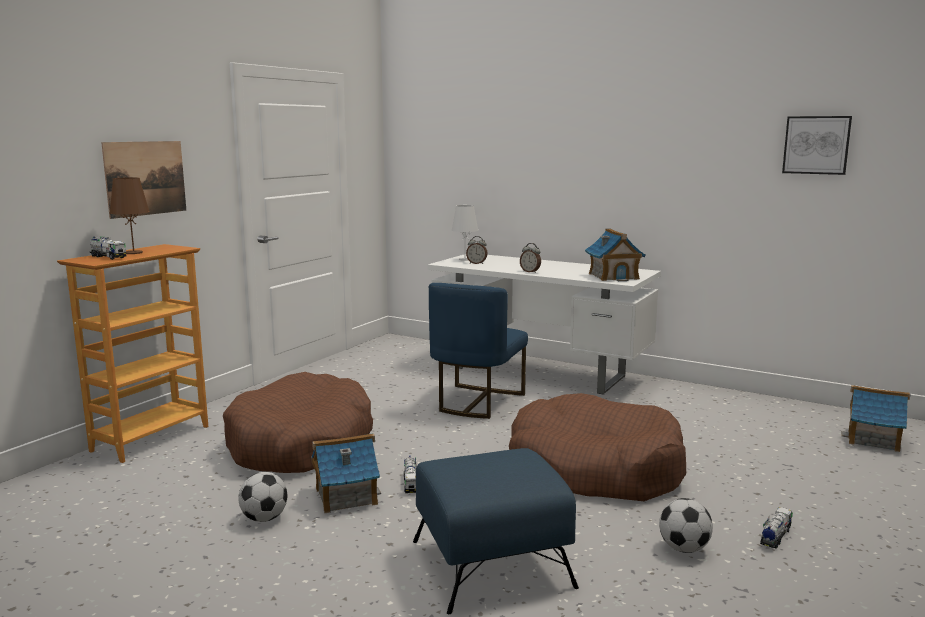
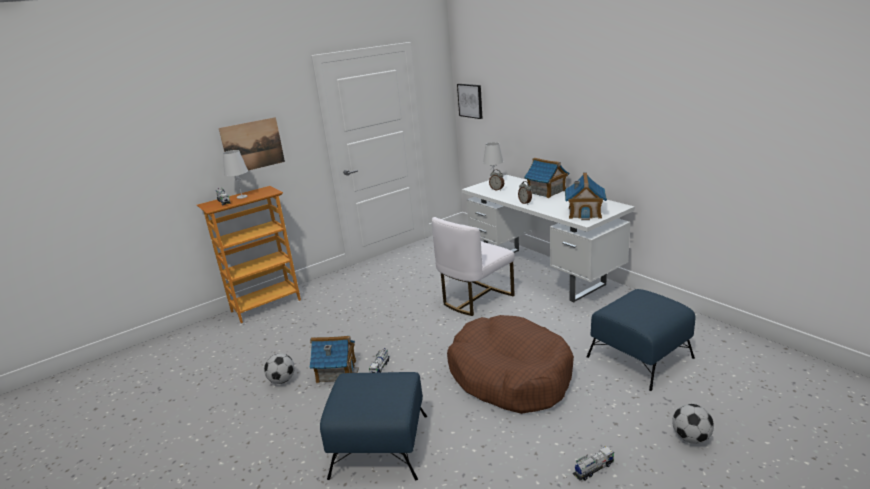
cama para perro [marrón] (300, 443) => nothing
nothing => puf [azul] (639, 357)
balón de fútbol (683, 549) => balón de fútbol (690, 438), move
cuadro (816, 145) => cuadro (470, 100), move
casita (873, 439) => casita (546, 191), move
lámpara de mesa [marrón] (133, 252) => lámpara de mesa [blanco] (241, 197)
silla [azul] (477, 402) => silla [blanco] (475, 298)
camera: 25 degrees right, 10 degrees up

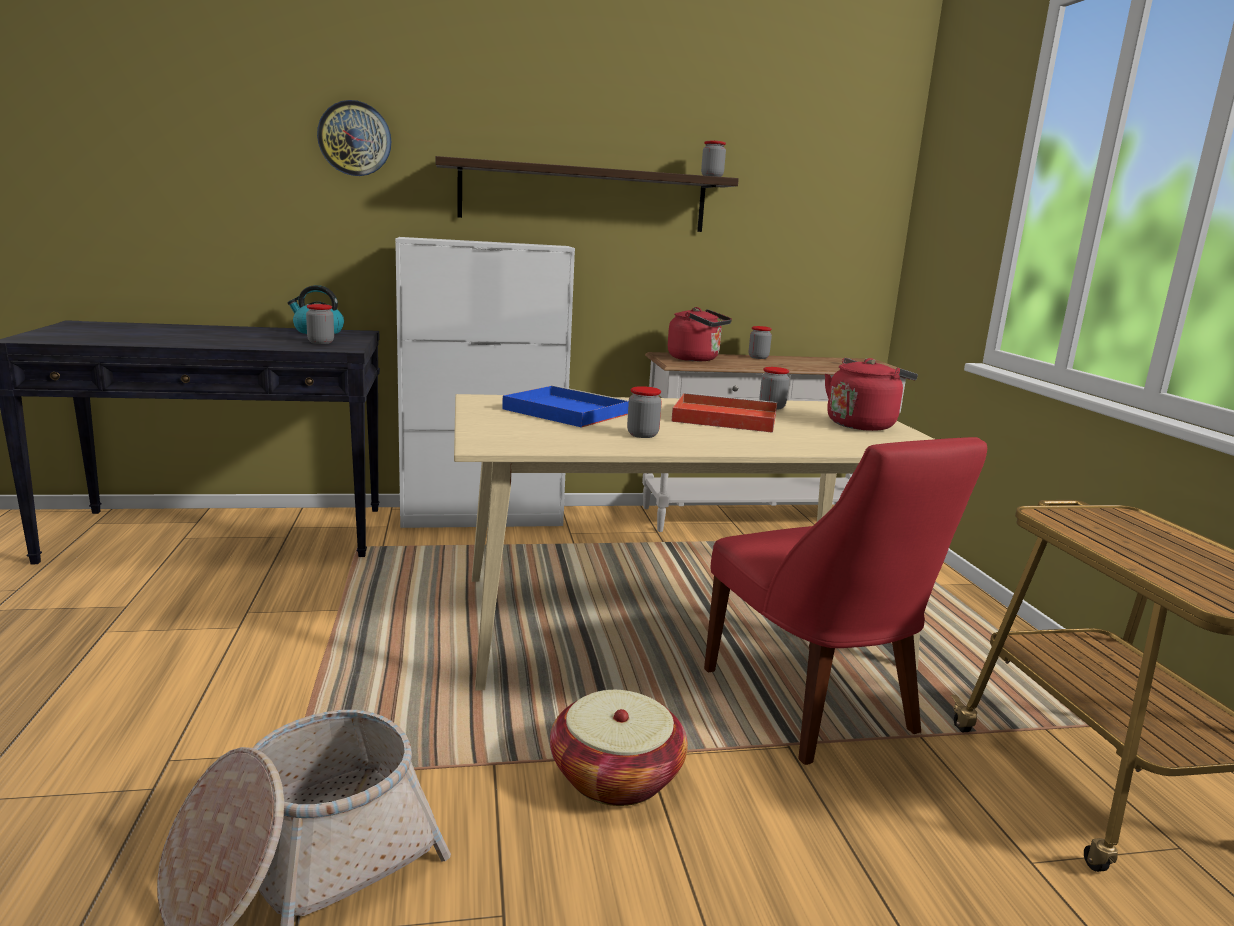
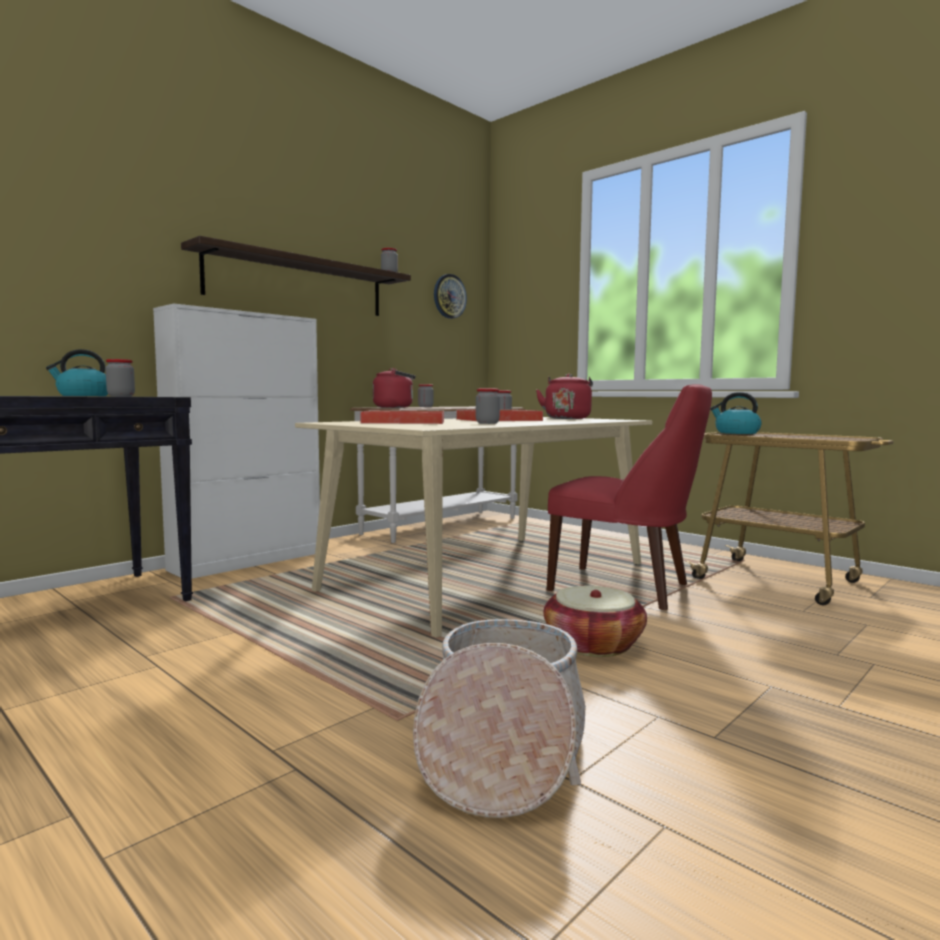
nothing => hervidor (736, 433)
reloj de pared (355, 138) => reloj de pared (449, 296), move
bandeja [azul] (563, 411) => bandeja [rojo] (402, 422)
camera: 35 degrees left, 10 degrees down

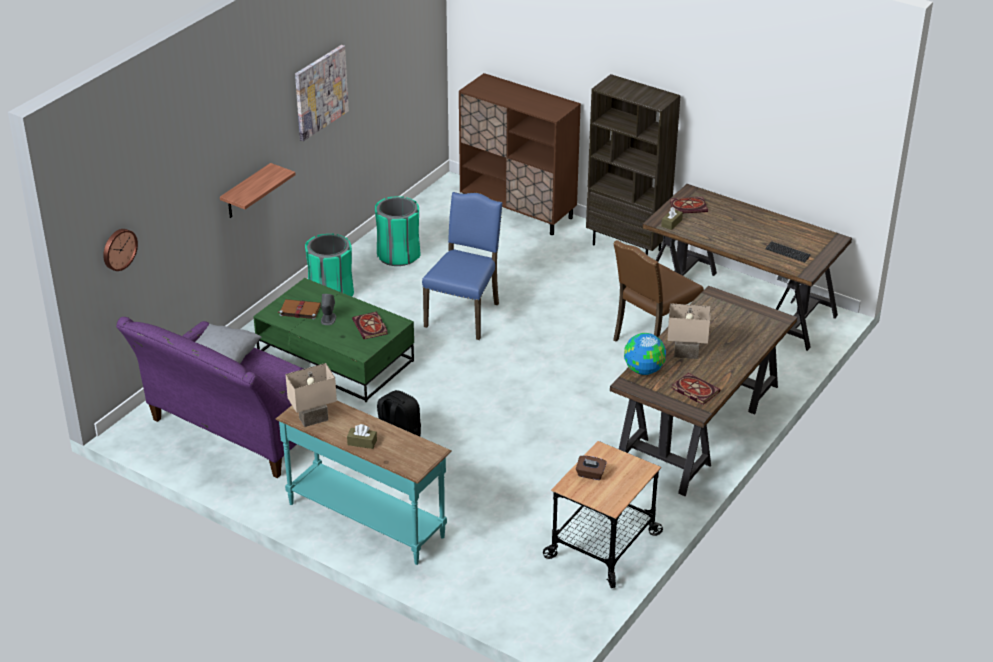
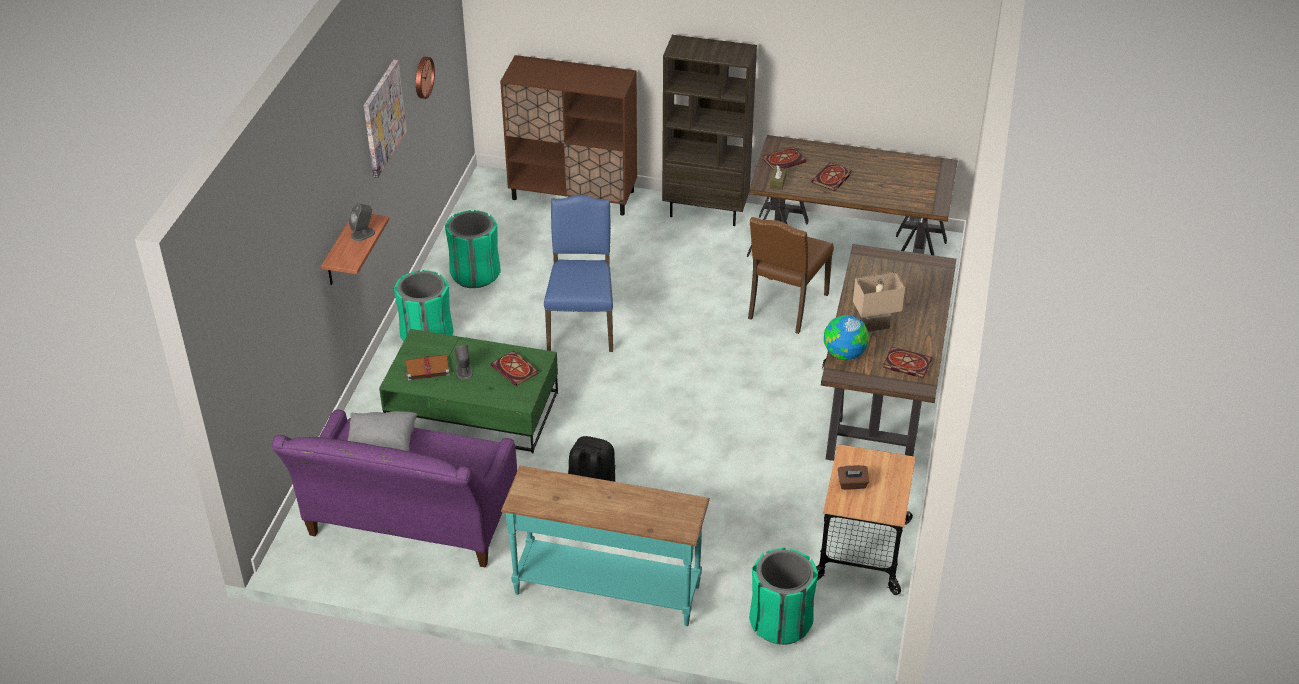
lámpara de mesa [beis] (313, 418) => nothing
caja de pañuelos [marrón] (362, 442) => nothing
teclado (787, 252) => nothing
nothing => altavoz [gris] (363, 234)
nothing => papelera [verde] (781, 622)
nothing => libro (832, 179)
reloj de pared (118, 249) => reloj de pared (422, 77), move
camera: 20 degrees left, 5 degrees up

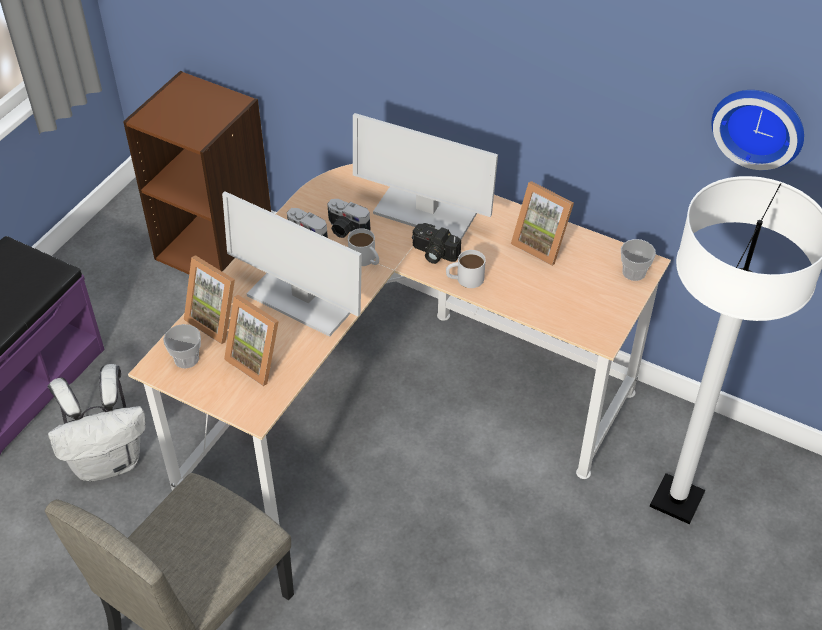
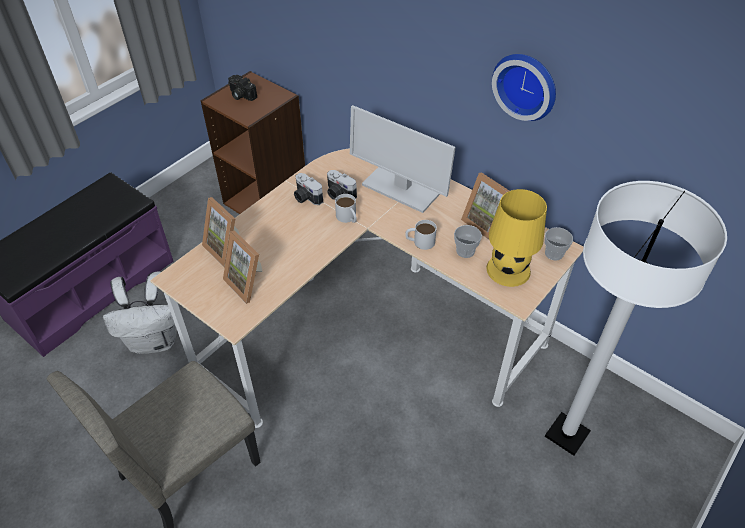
monitor (300, 300) => nothing
nothing => lámpara de mesa [amarillo] (508, 269)
taza (186, 359) => taza (465, 251), move
cámara (433, 253) => cámara (240, 95), move
reloj de pared (759, 125) => reloj de pared (526, 85), move
camera: 10 degrees right, 0 degrees up

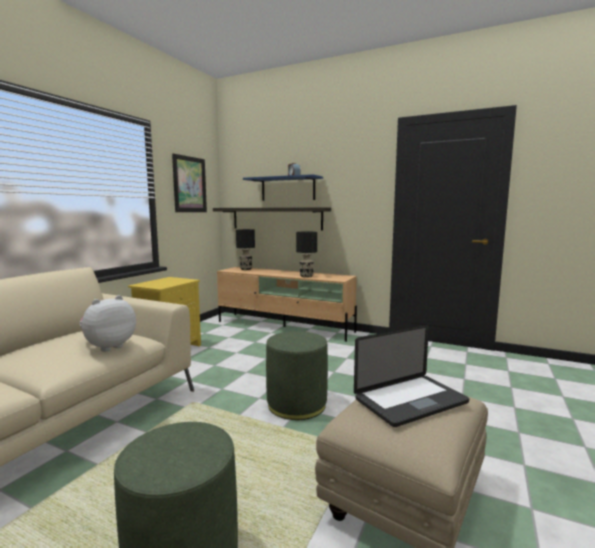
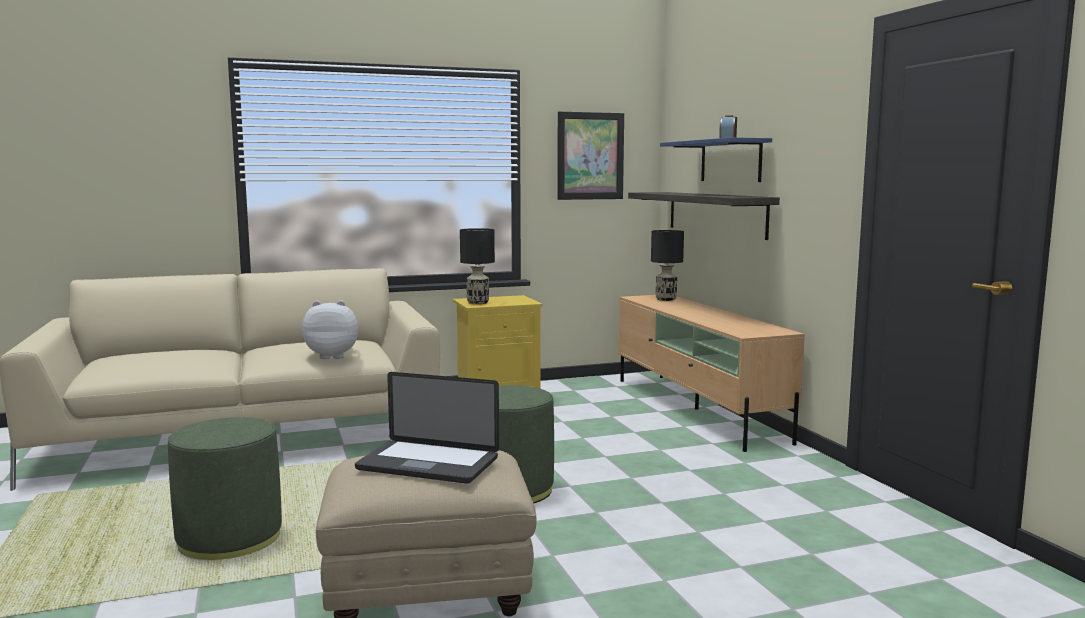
lámpara de mesa [negro] (306, 276) => lámpara de mesa [negro] (477, 303), move
camera: 45 degrees right, 0 degrees up

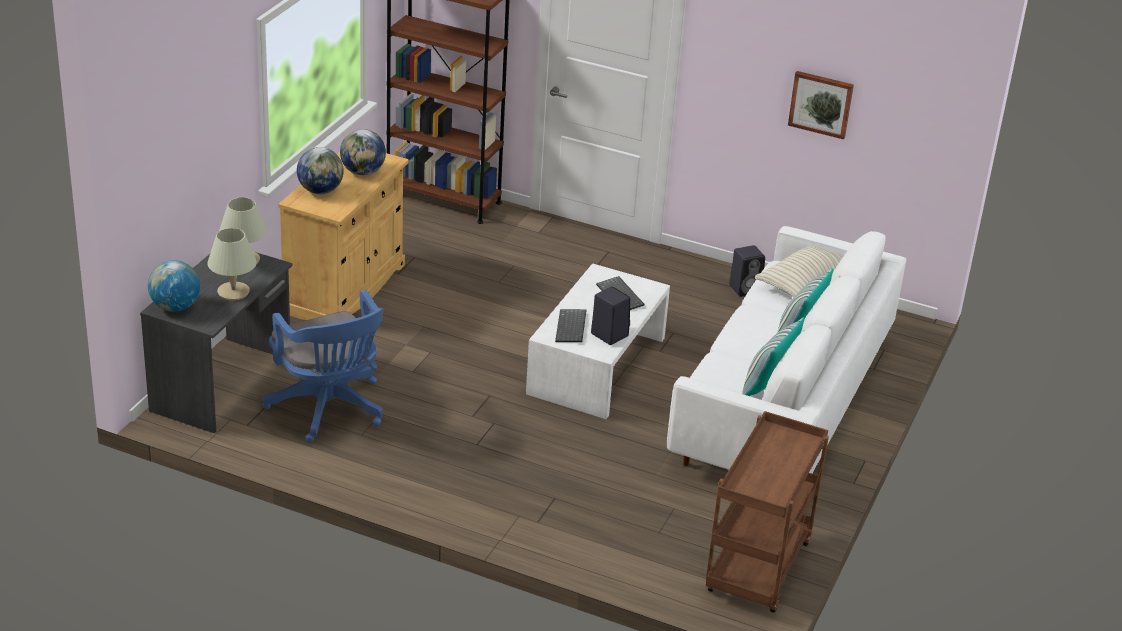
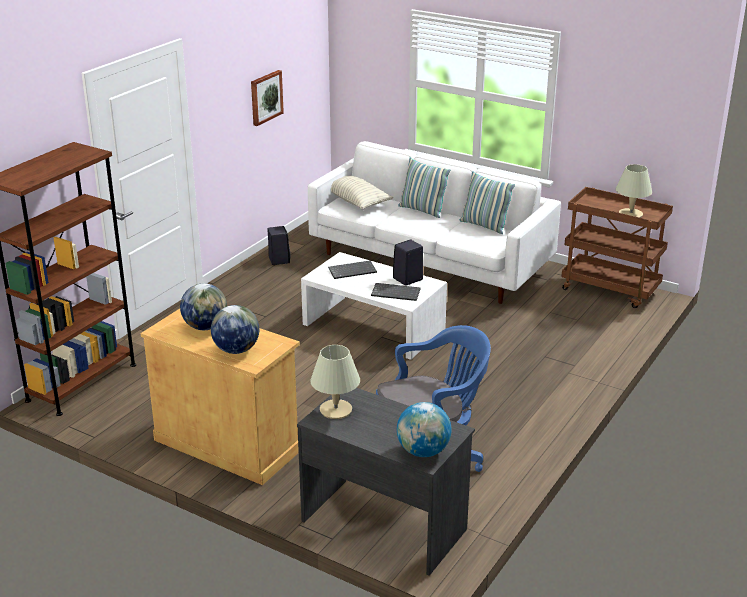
lámpara de mesa [beis] (234, 292) => lámpara de mesa [beis] (630, 214), move
camera: 80 degrees left, 5 degrees down

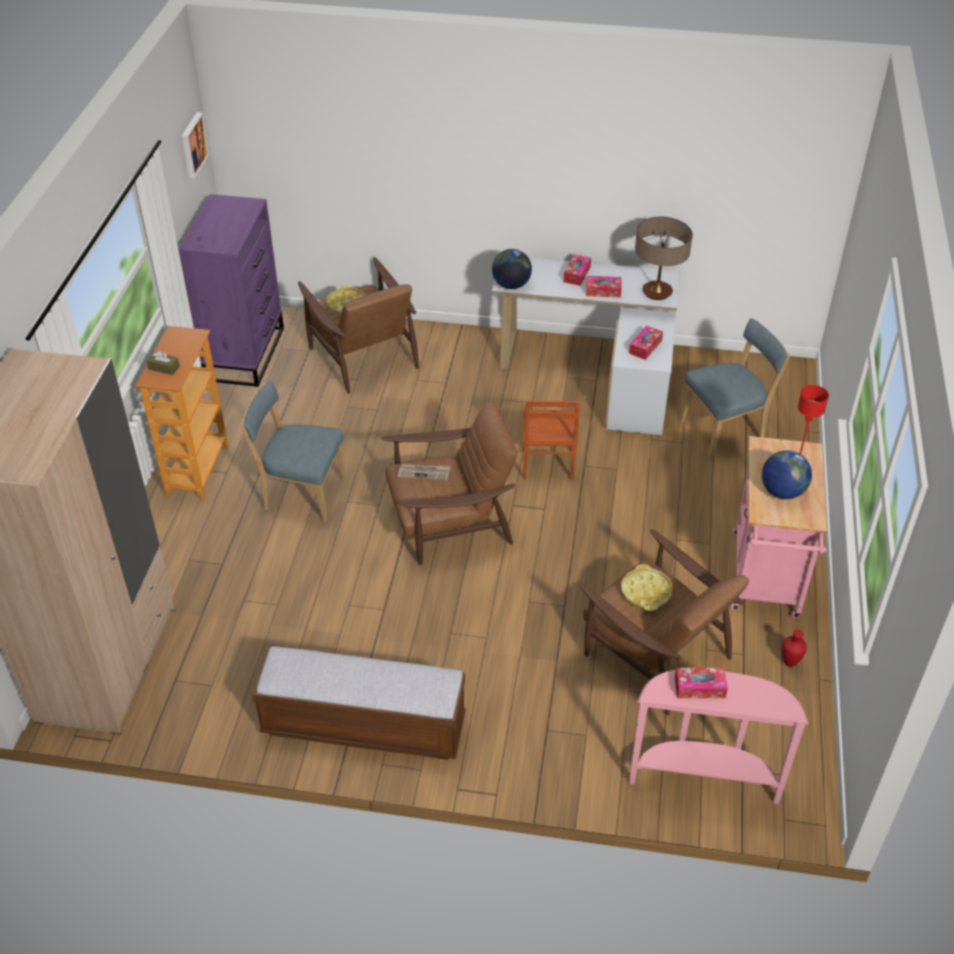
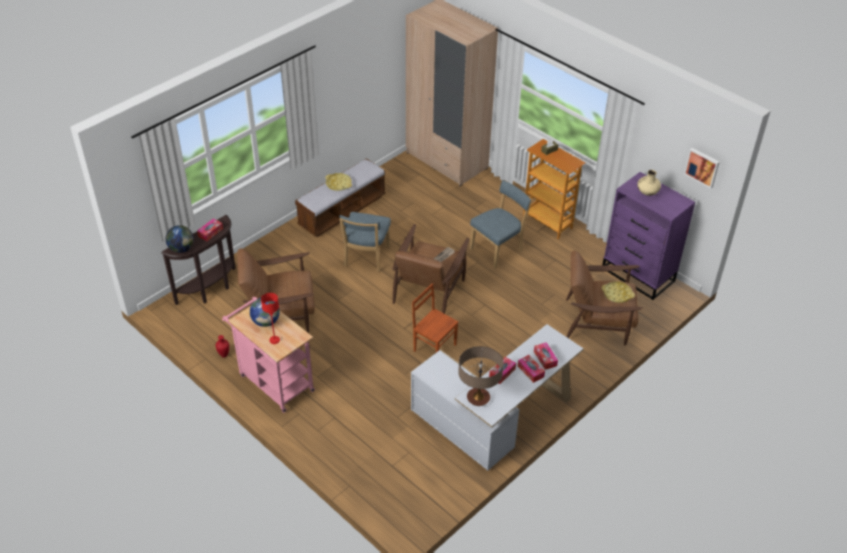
nothing => florero [beis] (647, 192)
globo terráqueo (511, 285) => globo terráqueo (181, 249), move
bandeja [amarillo] (646, 592) => bandeja [amarillo] (338, 184), move
caja de pañuelos (645, 347) => caja de pañuelos (545, 358), move
silla [azul] (725, 430) => silla [azul] (366, 257), move
mesa consola [rosa] (703, 776) => mesa consola [marrón] (211, 290)
camera: 125 degrees right, 0 degrees up

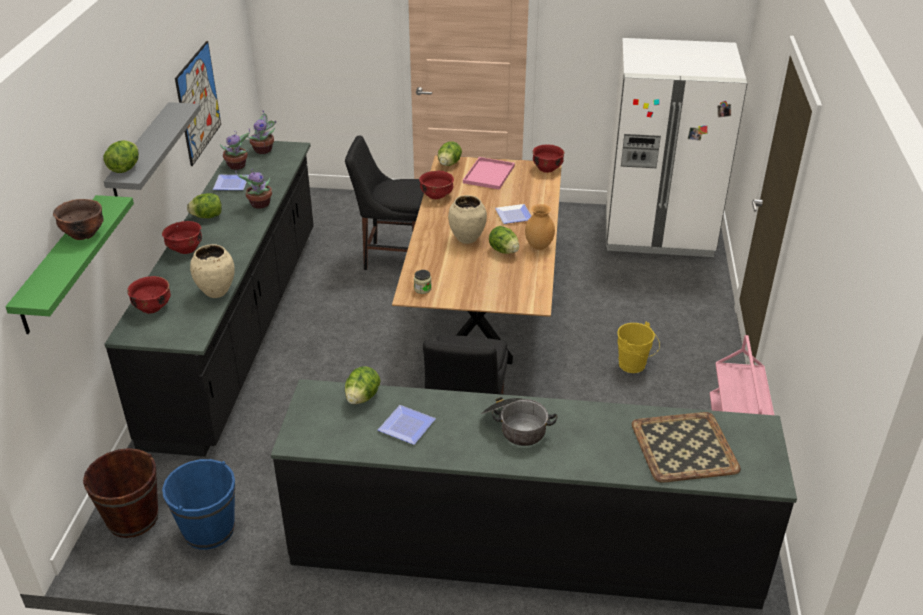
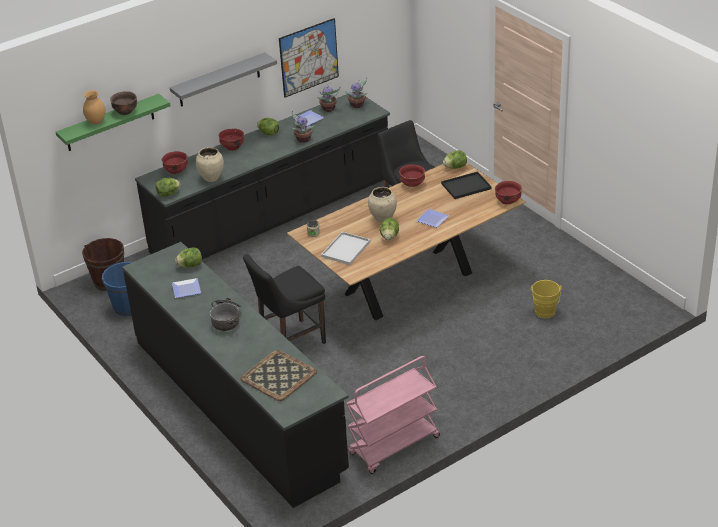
nevera [blanco] (658, 231) => nothing
nothing => bandeja [blanco] (346, 248)
lechuga (125, 168) => lechuga (168, 194), move
florero [marrón] (538, 246) => florero [marrón] (96, 122), move
cubo [amarillo] (634, 366) => cubo [amarillo] (545, 313), move
bandeja [rosa] (489, 175) => bandeja [negro] (465, 187)
camera: 50 degrees right, 0 degrees up

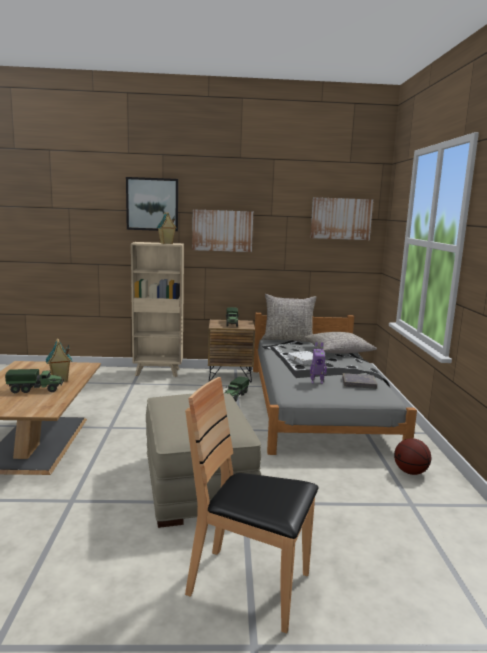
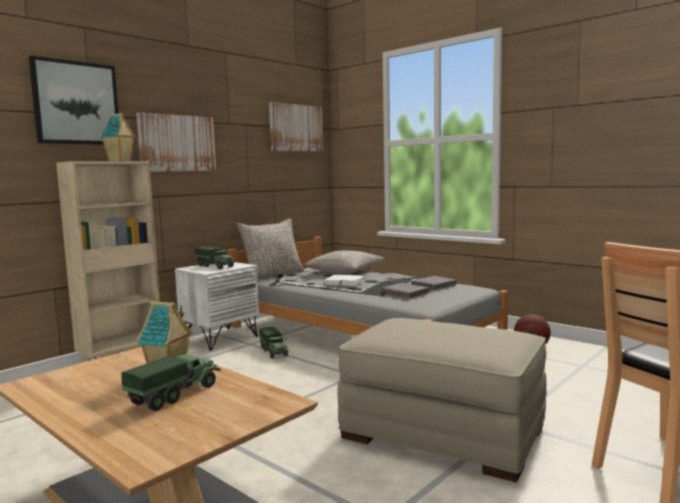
robot de juguete (316, 382) => libro [gris] (405, 293)
mesita de noche [marrón] (230, 376) => mesita de noche [blanco] (220, 338)
camera: 45 degrees left, 5 degrees down

